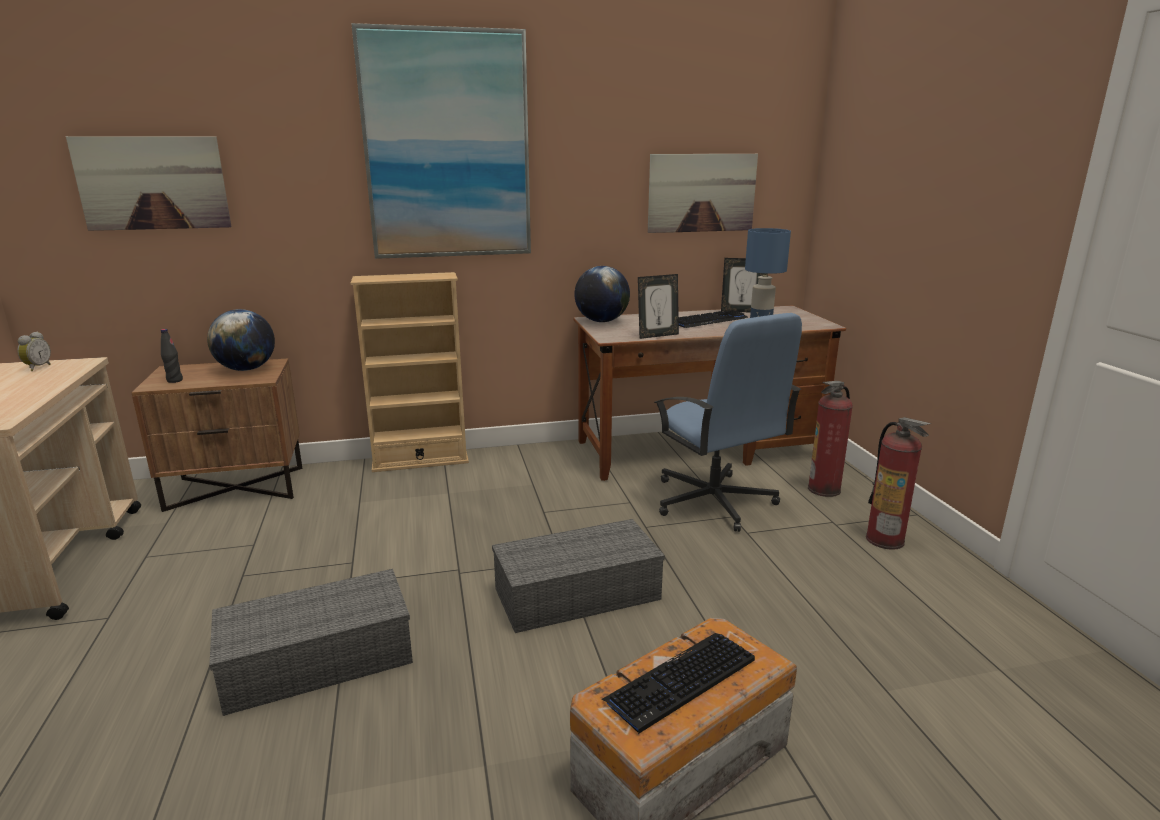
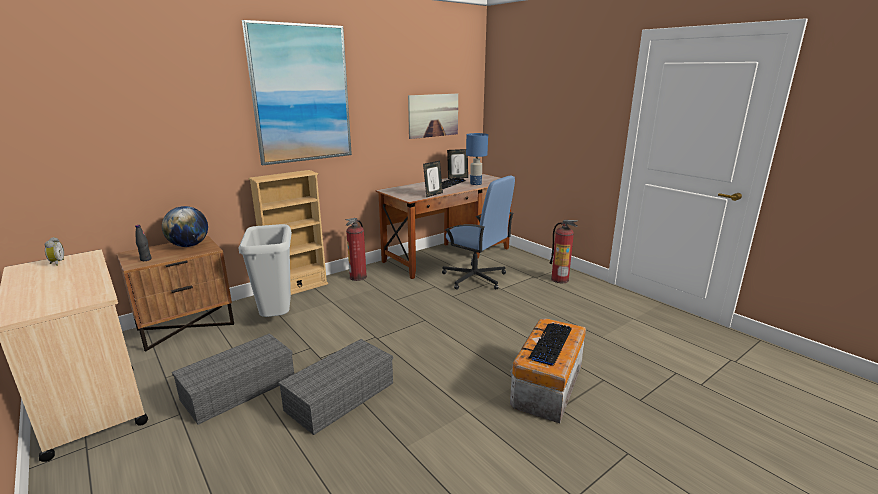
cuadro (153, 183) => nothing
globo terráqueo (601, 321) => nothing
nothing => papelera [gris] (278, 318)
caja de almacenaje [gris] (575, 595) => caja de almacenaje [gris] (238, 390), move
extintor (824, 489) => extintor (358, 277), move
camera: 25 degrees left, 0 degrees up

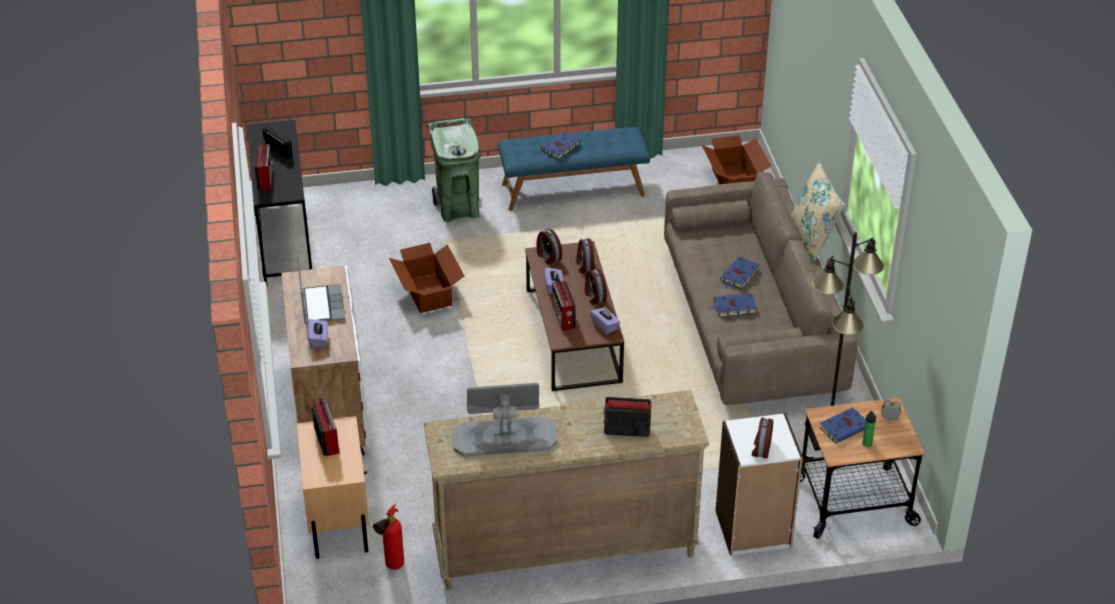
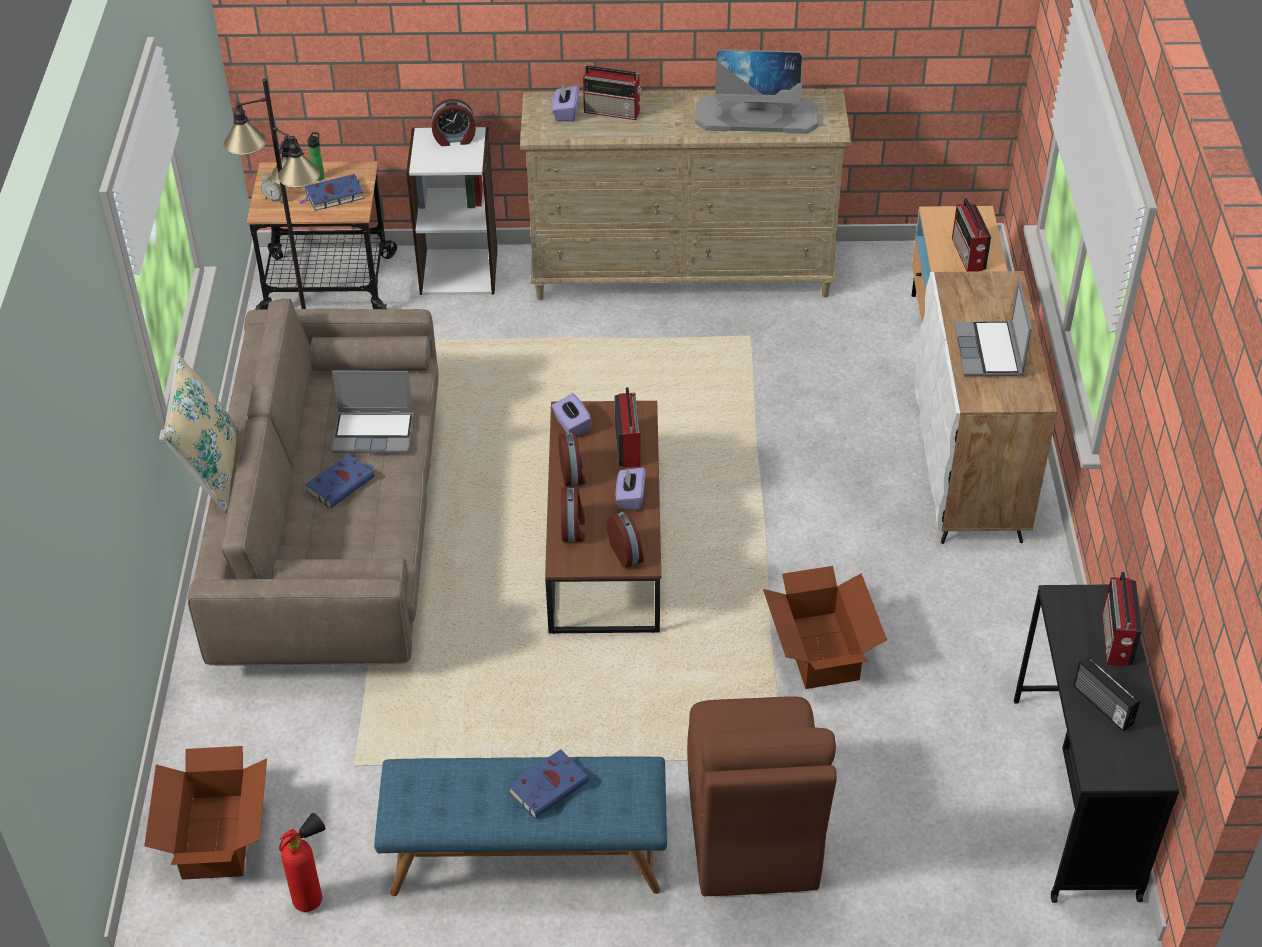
caja de pañuelos [morado] (319, 340) => caja de pañuelos [morado] (566, 113), move
extintor (392, 567) => extintor (313, 897), move
papelera [verde] (458, 209) => silla [marrón] (752, 834)
libro [azul] (733, 307) => portátil (375, 433)
despertador (761, 448) => despertador (454, 139), 60 degrees clockwise
camera: 170 degrees left, 5 degrees up

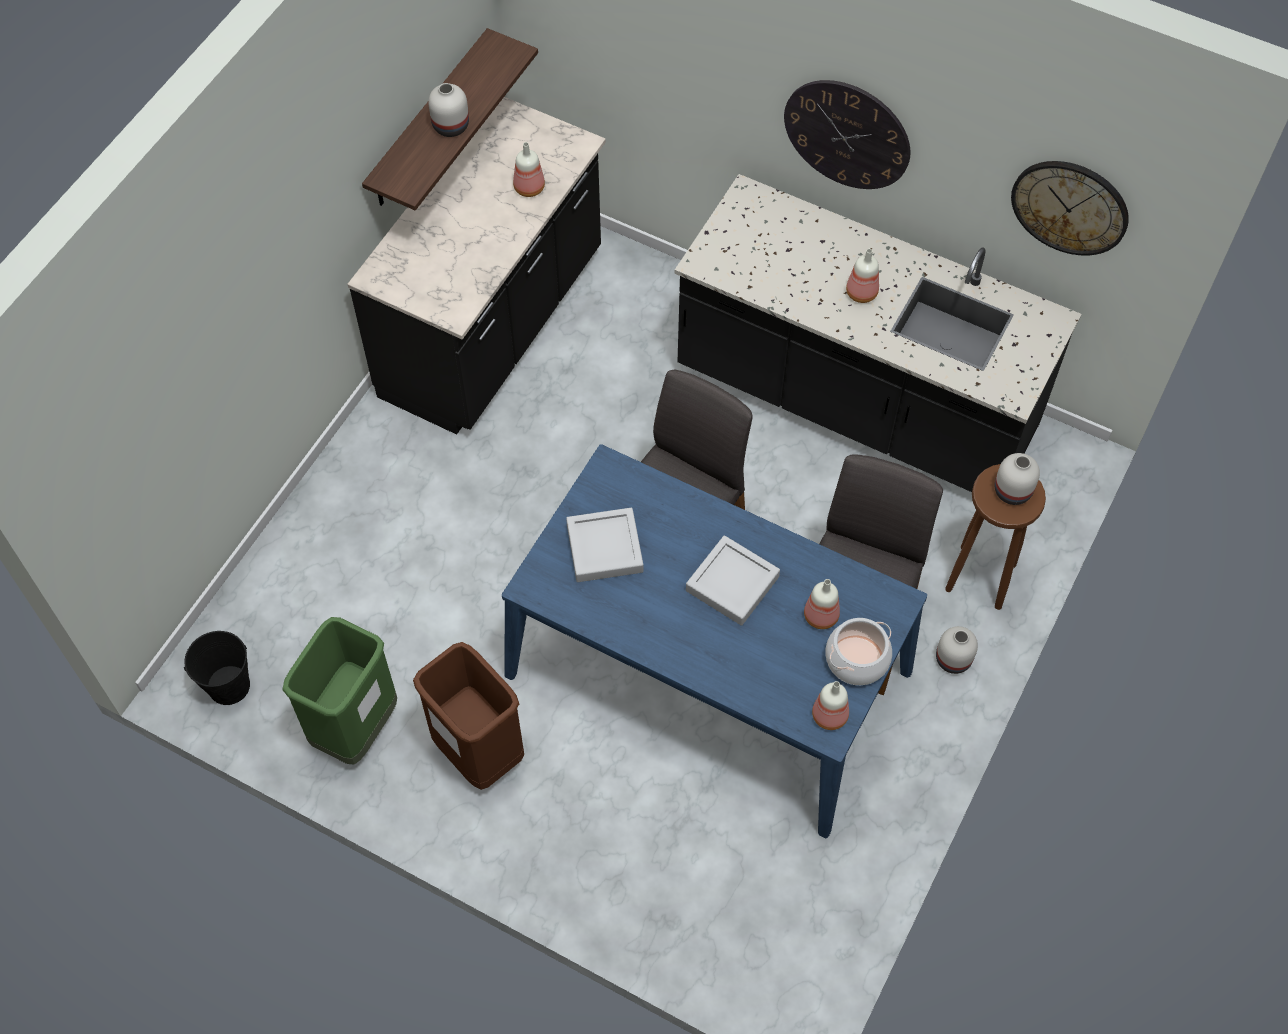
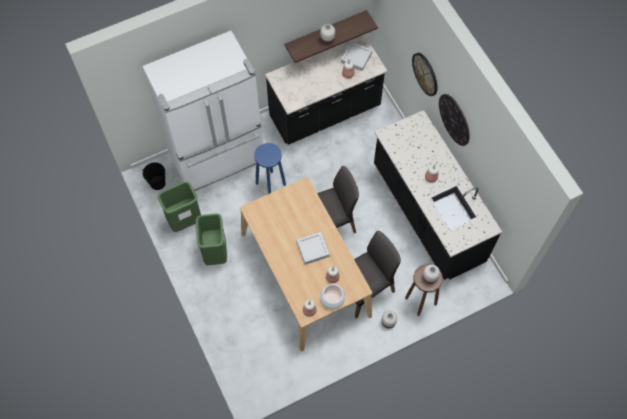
nothing => nevera [blanco] (218, 160)
nothing => taburete [azul] (271, 184)
bandeja [gris] (604, 548) => bandeja [gris] (356, 58), move
reloj de pared (1070, 206) => reloj de pared (425, 74), move
papelera [marrón] (478, 753) => papelera [verde] (215, 252)
mesa de comedor [azul] (708, 673) => mesa de comedor [beis] (305, 274)
camera: 35 degrees right, 5 degrees up

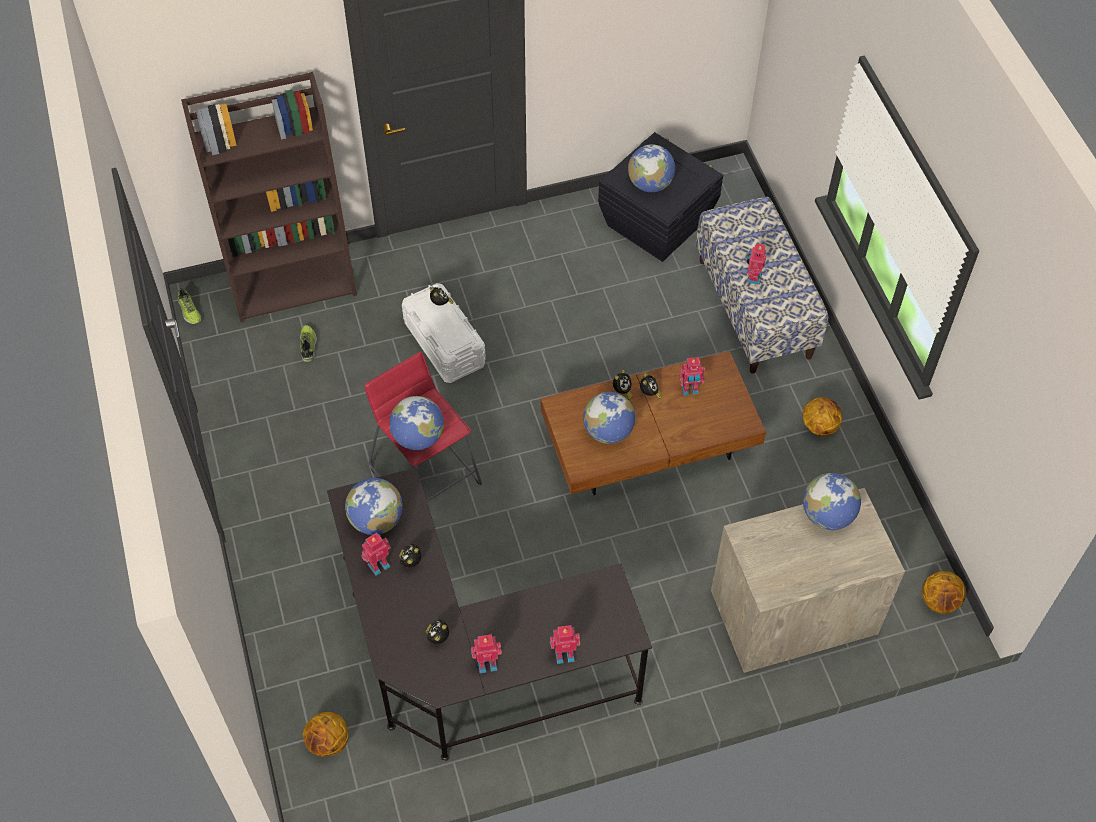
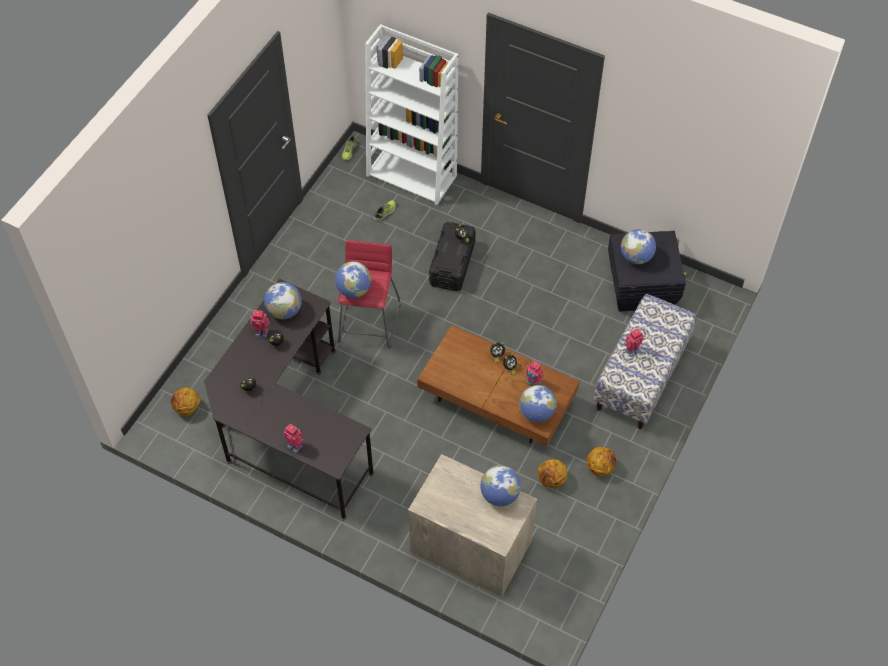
robot de juguete (487, 663) => nothing
globo terráqueo (608, 431) => globo terráqueo (536, 413), move
balón de baloncesto (940, 602) => balón de baloncesto (551, 480), move
estantería [marrón] (293, 284) => estantería [blanco] (412, 175)
caja de almacenaje [blanco] (444, 343) => caja de almacenaje [negro] (452, 264)
camera: 45 degrees right, 0 degrees up

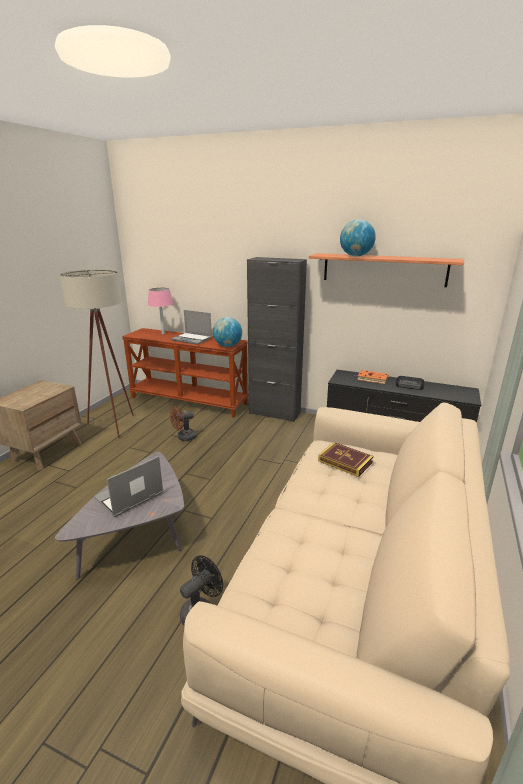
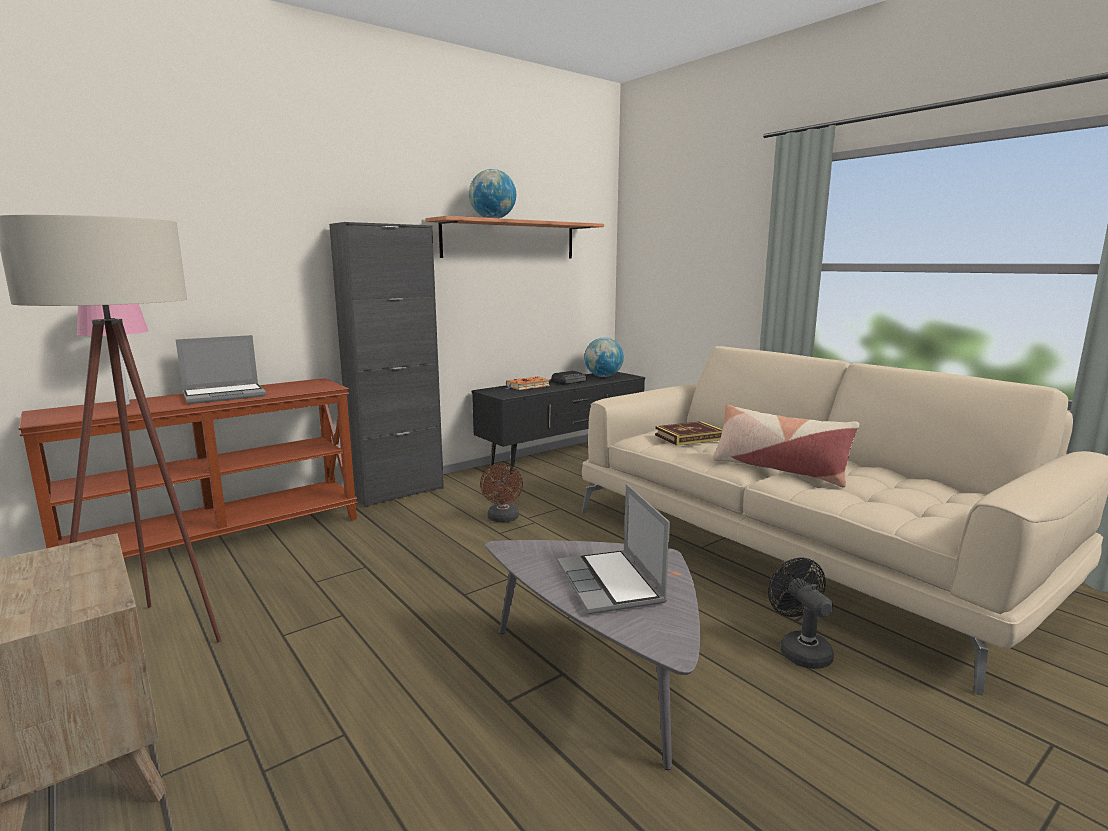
nothing => cojín (778, 469)
ventilador [marrón] (184, 438) => ventilador [marrón] (503, 519), move
globo terráqueo (227, 346) => globo terráqueo (603, 376), move
camera: 60 degrees left, 10 degrees down

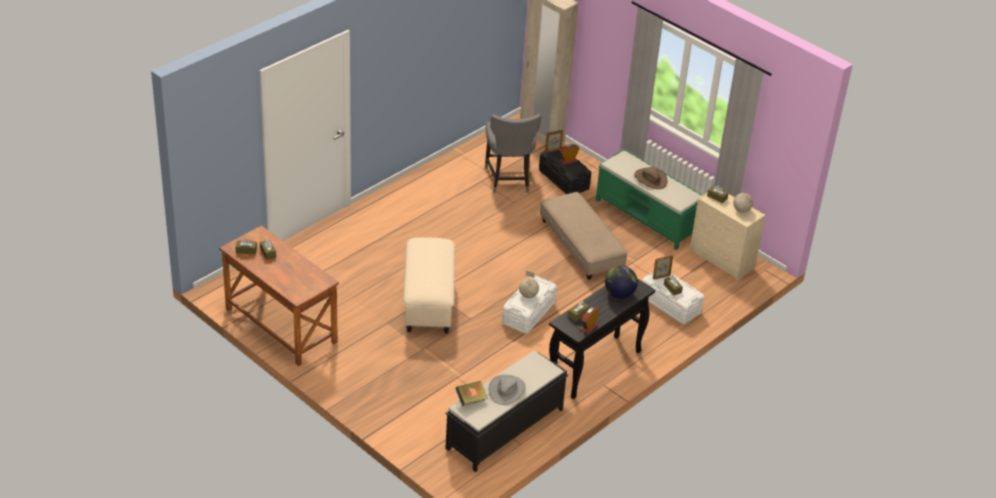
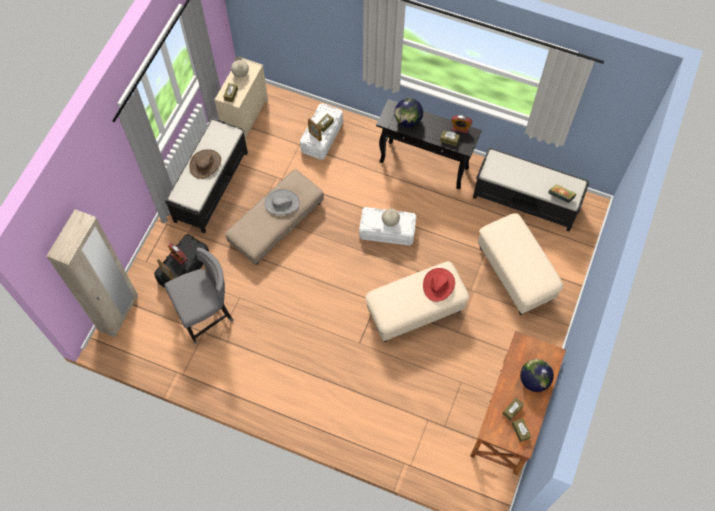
nothing => sombrero [rojo] (438, 284)
nothing => puf [beis] (516, 273)
nothing => globo terráqueo (534, 380)
sombrero [gris] (506, 390) => sombrero [gris] (282, 203), move
banco [verde] (647, 217) => banco [negro] (211, 186)
camera: 110 degrees left, 25 degrees up

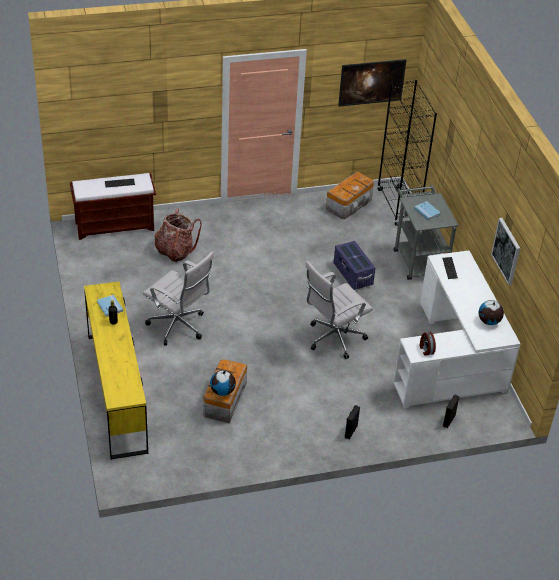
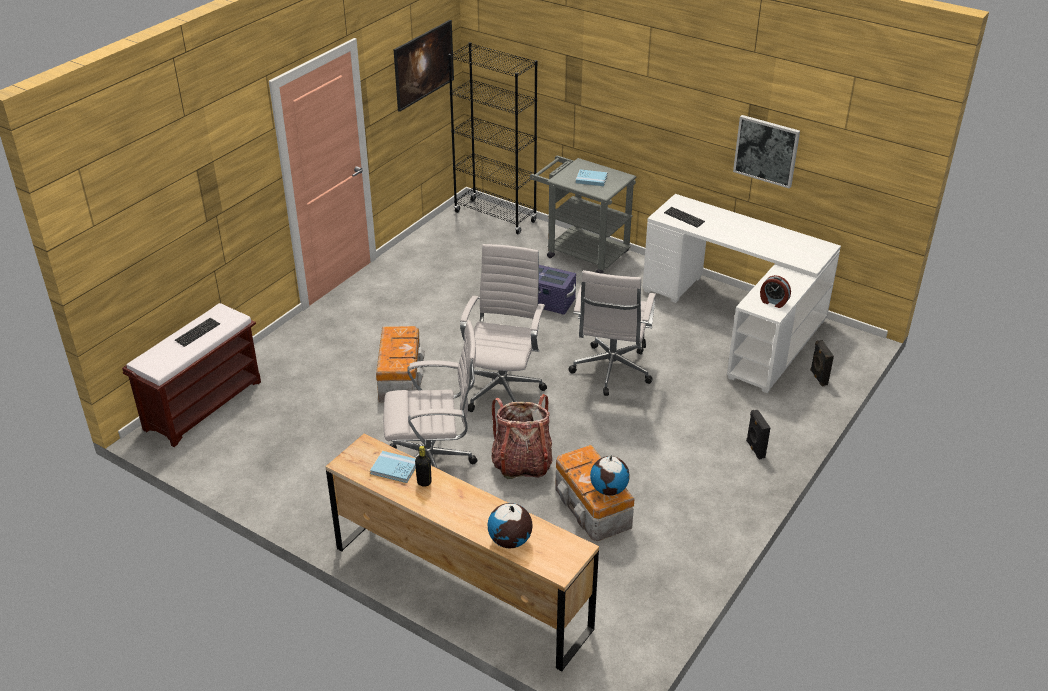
nothing => silla de oficina [blanco] (503, 389)
mochila (175, 251) => mochila (522, 463), move
caja de almacenaje (350, 204) => caja de almacenaje (400, 377), move
globo terráqueo (489, 321) => globo terráqueo (510, 541), move
cómoda [amarillo] (117, 392) => cómoda [marrón] (461, 587)
camera: 40 degrees left, 5 degrees down

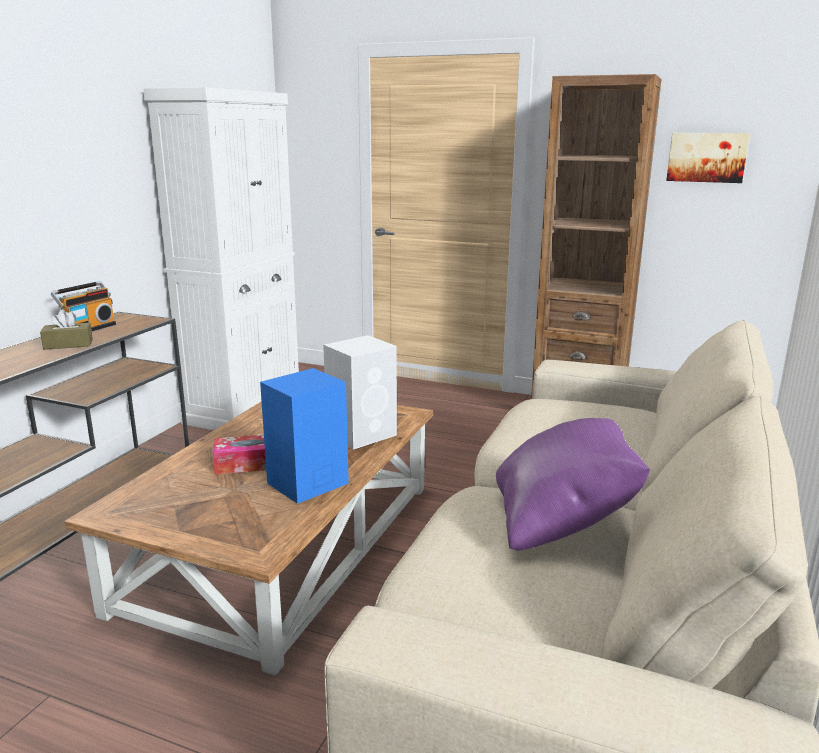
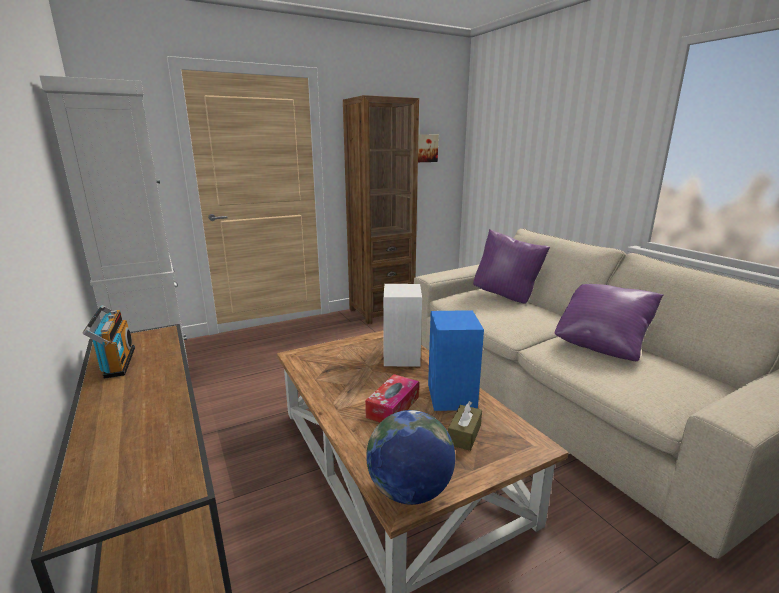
nothing => globo terráqueo (409, 490)
nothing => cojín [morado] (506, 296)
caja de pañuelos [marrón] (68, 344) => caja de pañuelos [marrón] (464, 434), move
camera: 50 degrees left, 0 degrees up

